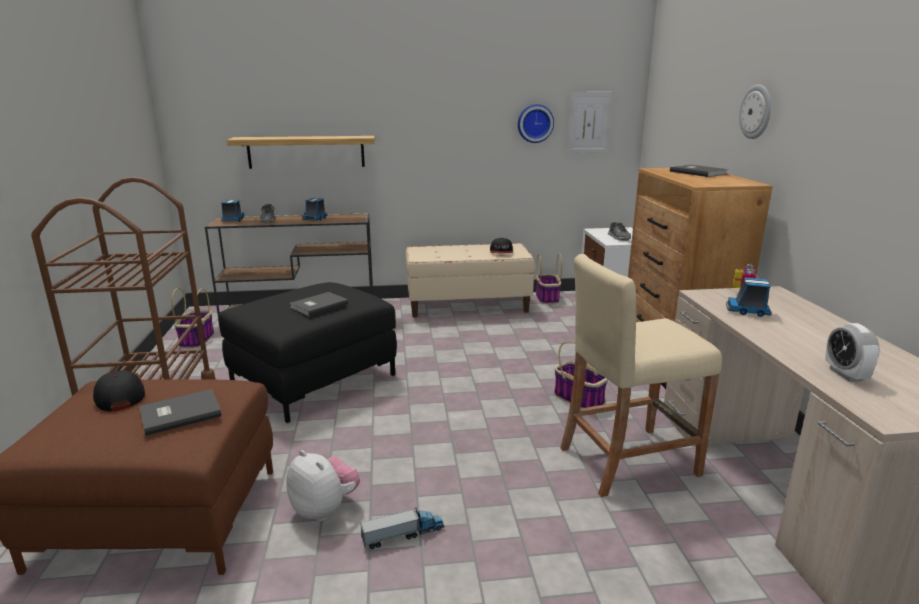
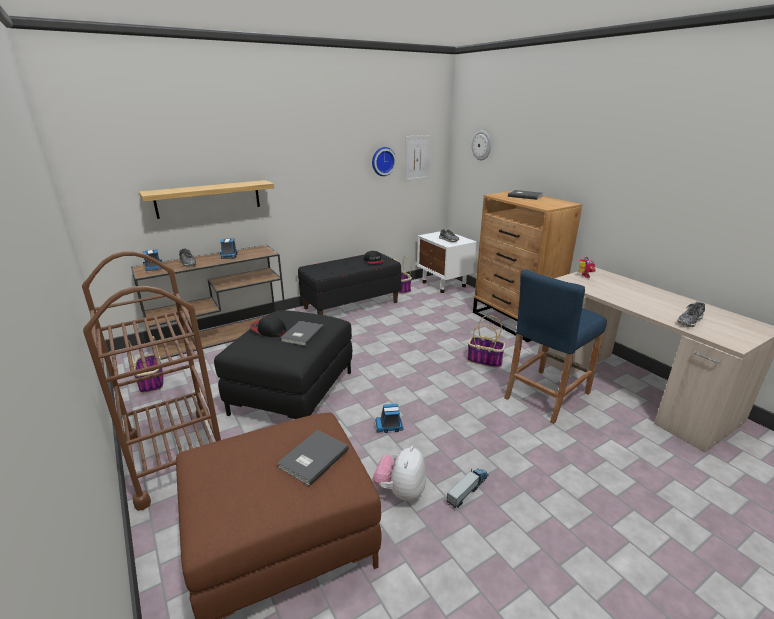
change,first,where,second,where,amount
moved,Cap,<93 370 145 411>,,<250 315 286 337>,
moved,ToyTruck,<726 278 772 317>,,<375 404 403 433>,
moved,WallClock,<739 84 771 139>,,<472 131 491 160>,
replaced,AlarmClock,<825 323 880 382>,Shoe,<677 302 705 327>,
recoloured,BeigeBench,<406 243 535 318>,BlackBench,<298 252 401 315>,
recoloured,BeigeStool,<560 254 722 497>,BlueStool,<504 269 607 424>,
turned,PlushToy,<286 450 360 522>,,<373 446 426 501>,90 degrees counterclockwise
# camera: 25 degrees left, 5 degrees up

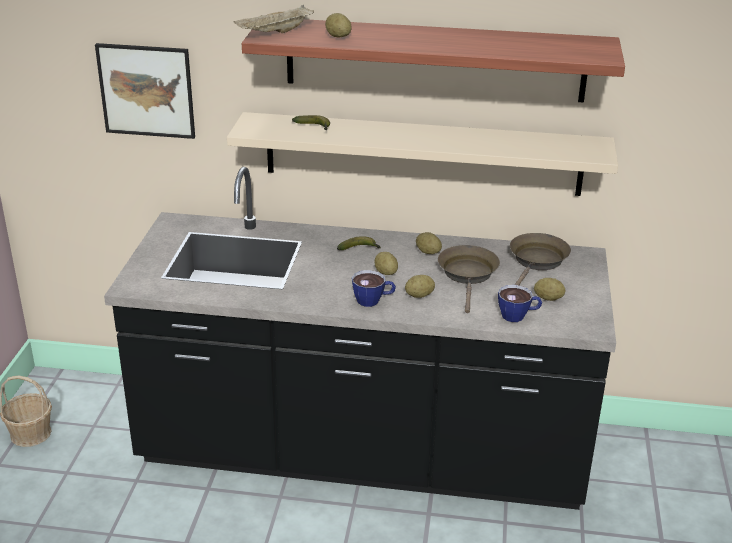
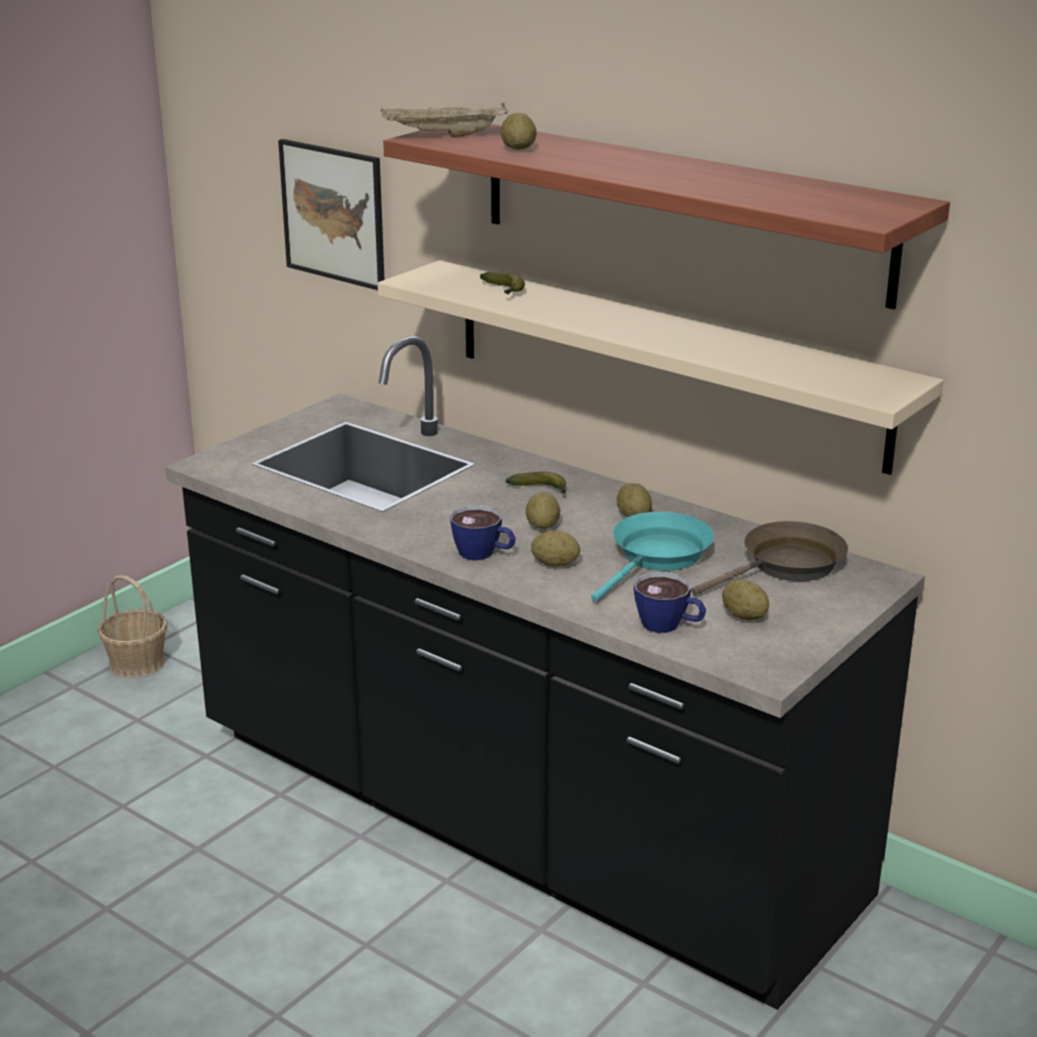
change,first,where,second,where,amount
recoloured,BrownFryingPan,<438 245 500 313>,TurquoiseFryingPan,<591 512 714 602>,
# camera: 30 degrees right, 5 degrees down

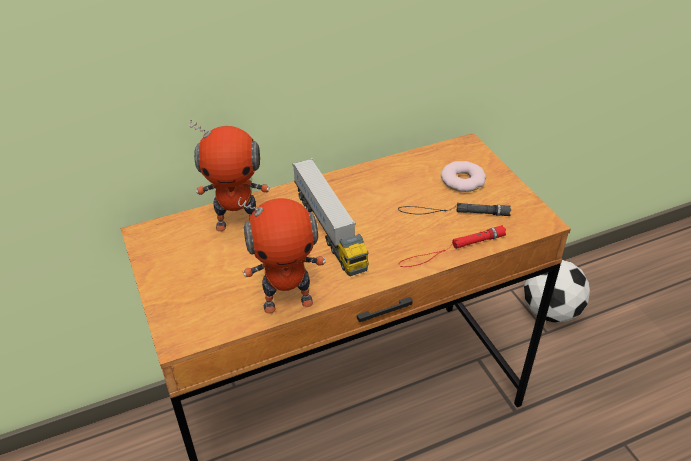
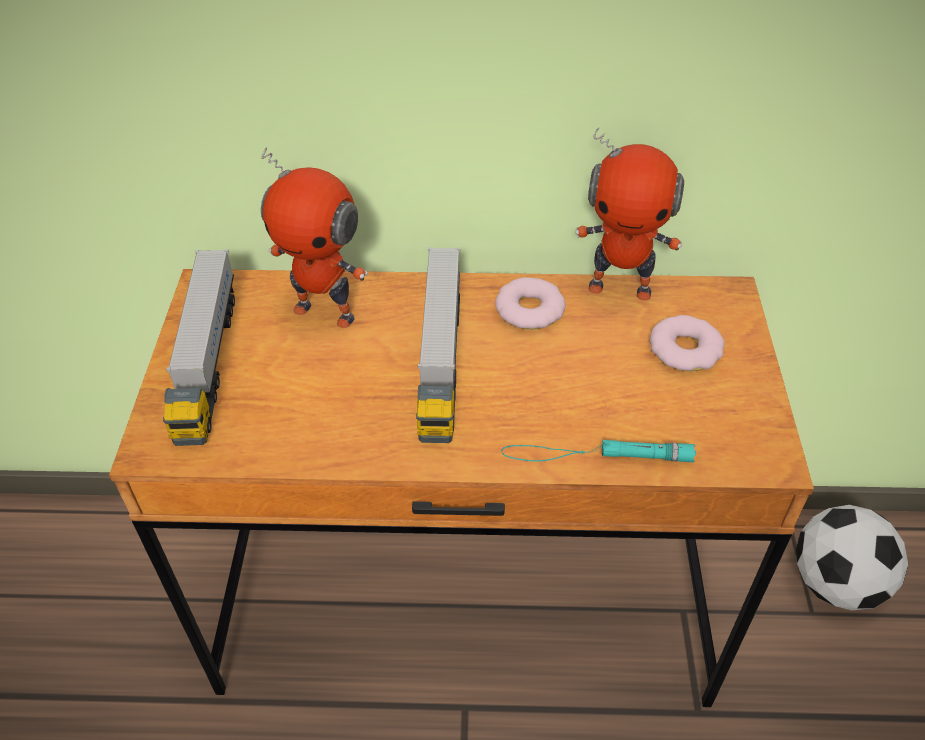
change,first,where,second,where,amount
removed,BlackFlashlight,<398 203 511 216>,,,
added,,,ToyTruck,<163 249 235 446>,
added,,,Donut,<495 277 565 330>,
moved,ToyRobot,<238 197 326 314>,,<576 128 684 301>,
recoloured,RedFlashlight,<399 225 506 267>,TurquoiseFlashlight,<501 440 696 462>,
# camera: 25 degrees right, 5 degrees up

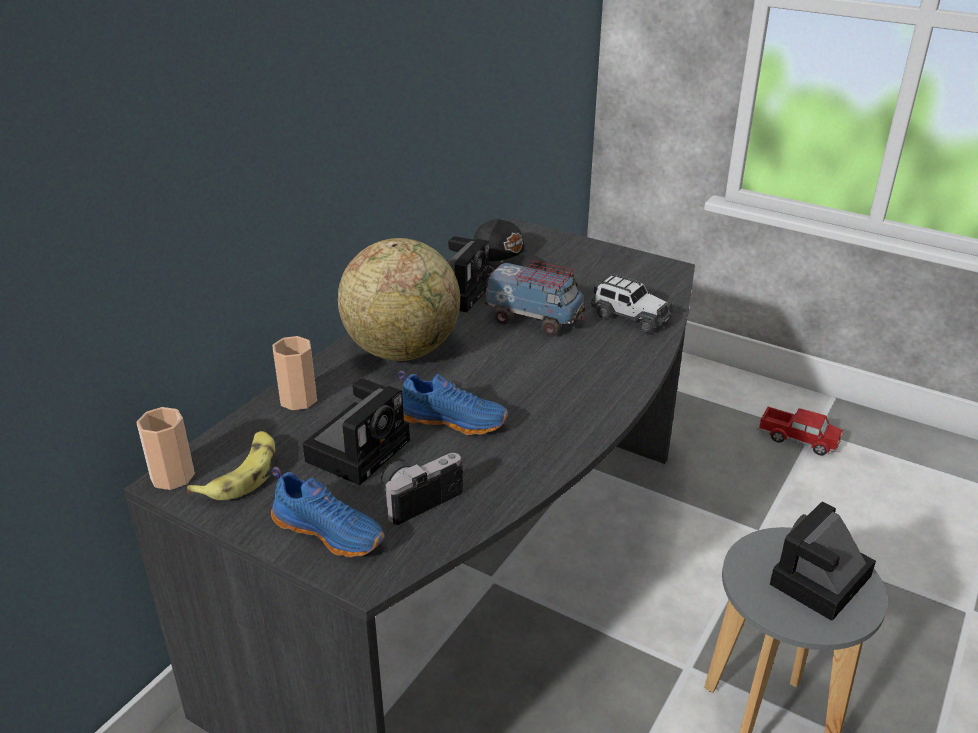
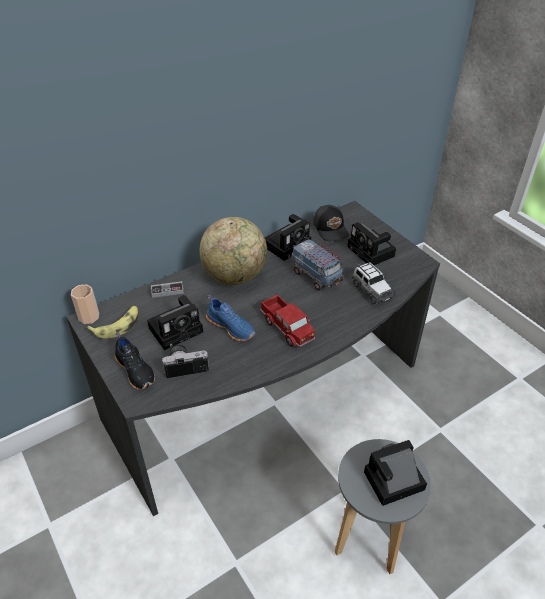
change,first,where,second,where,amount
added,,,PhotoCamera,<347 222 396 265>,
moved,ToyTruck,<758 407 842 456>,,<260 294 315 347>,
replaced,Cup,<272 336 317 410>,GameController,<151 281 184 298>,
recoloured,BlueShoe,<271 467 385 557>,BlackShoe,<115 332 155 390>,
# camera: 25 degrees right, 10 degrees up

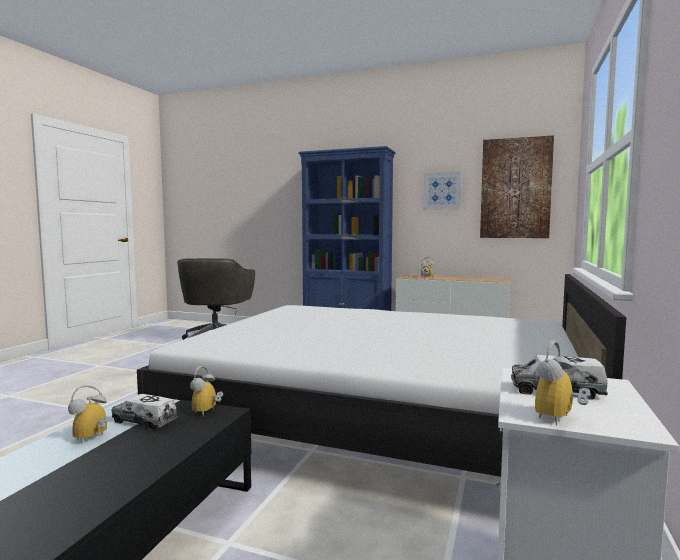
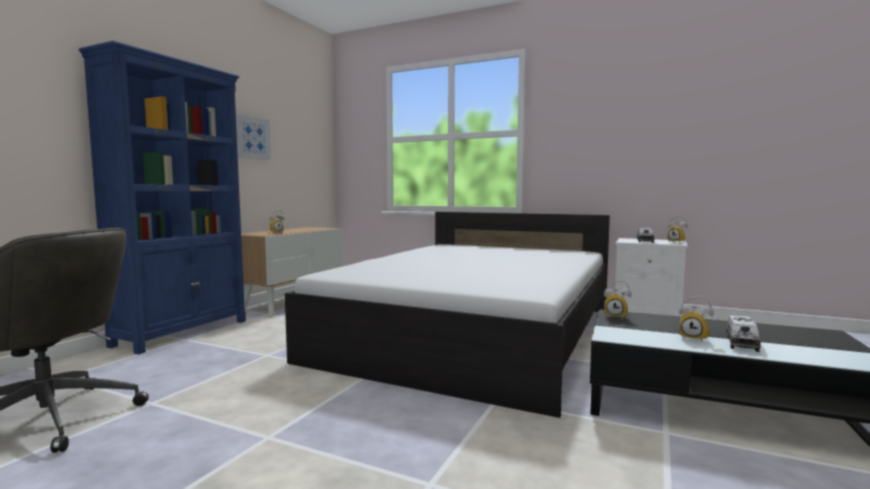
change,first,where,second,where,amount
removed,Picture,<480 135 554 238>,,,
moved,ToyTruck,<112 394 177 430>,,<726 315 761 352>,
# camera: 85 degrees left, 0 degrees up

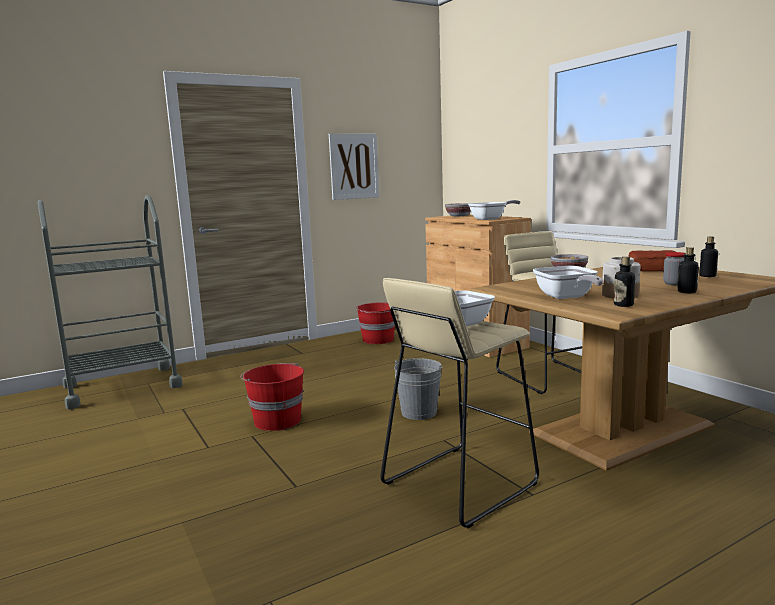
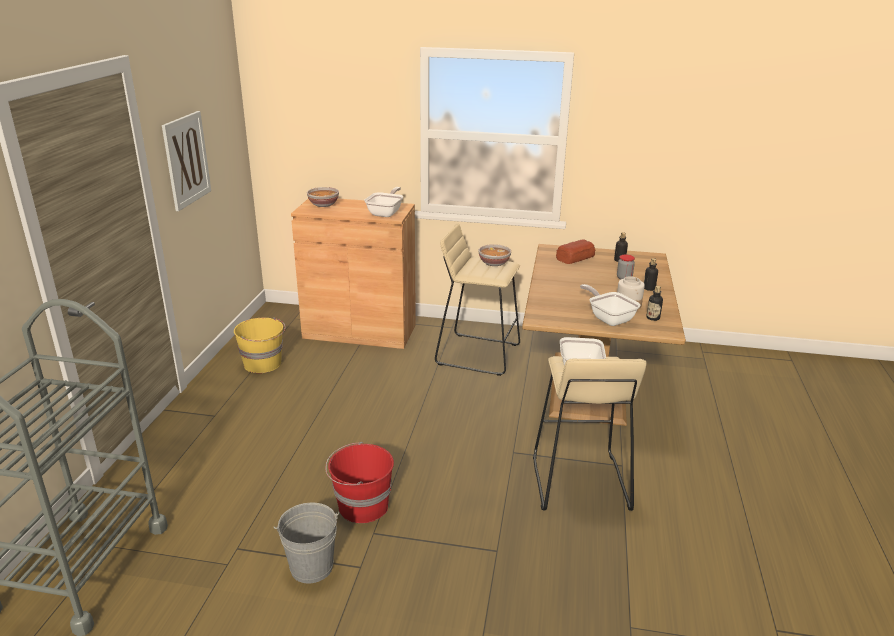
change,first,where,second,where,amount
moved,GreyBucket,<394 358 444 420>,,<274 503 339 583>,
recoloured,RedBucket,<356 302 395 344>,YellowBucket,<234 317 285 373>,
turned,FryingPan,<533 266 603 299>,,<580 284 640 326>,150 degrees counterclockwise
# camera: 50 degrees left, 15 degrees up

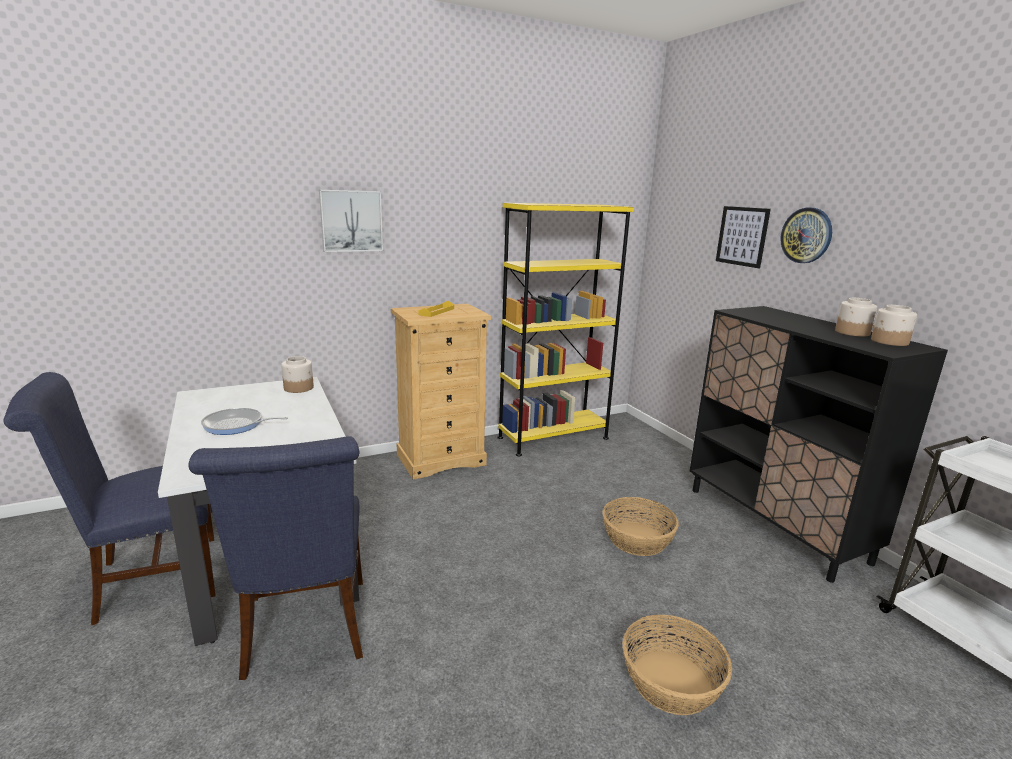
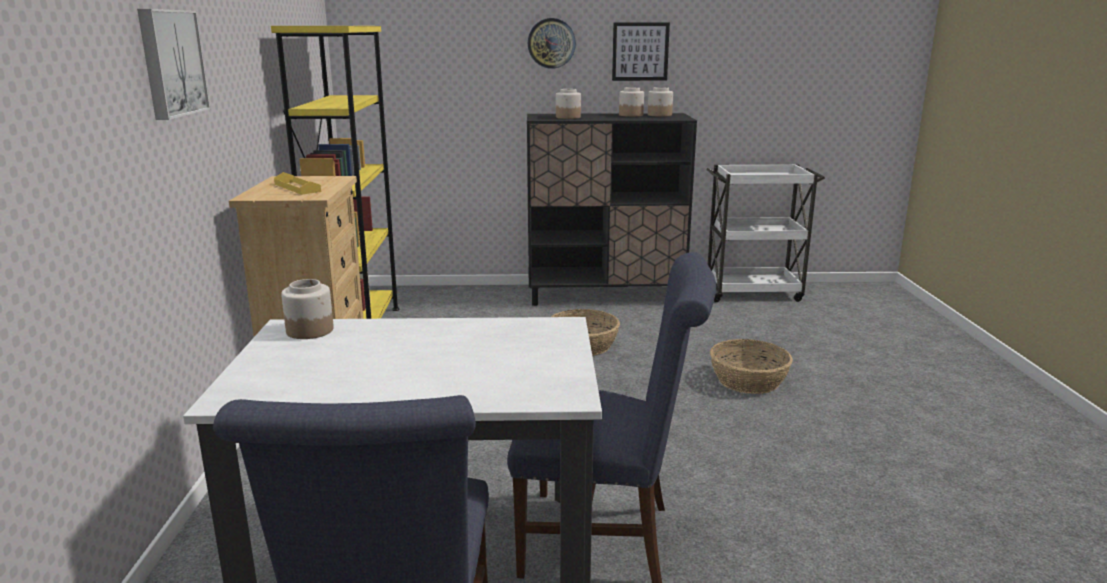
change,first,where,second,where,amount
removed,FryingPan,<201 408 288 435>,,,
added,,,Jar,<556 89 581 119>,
moved,Picture,<716 206 771 268>,,<612 22 670 81>,
# camera: 65 degrees left, 0 degrees up

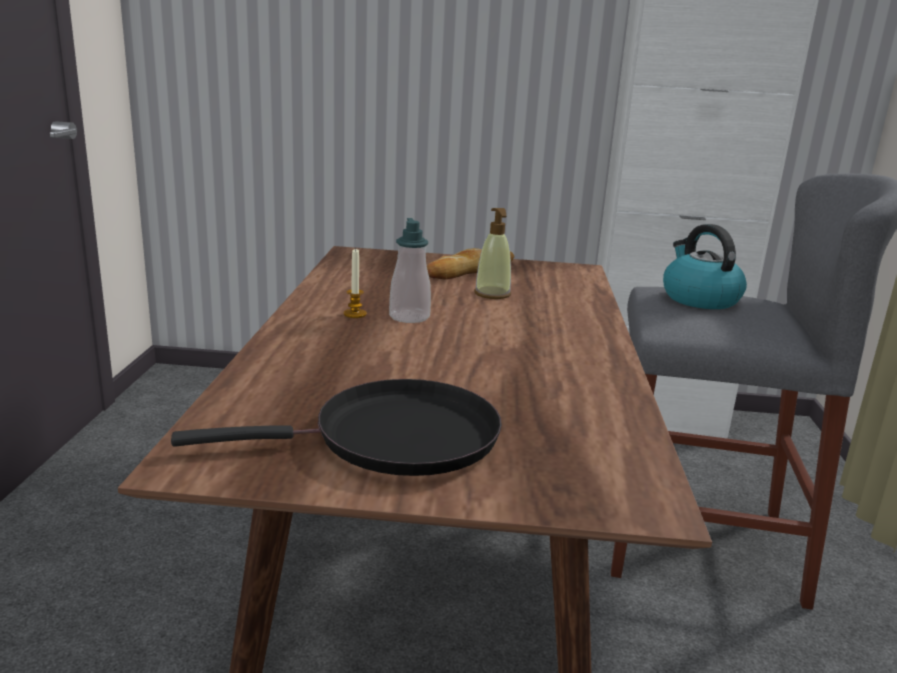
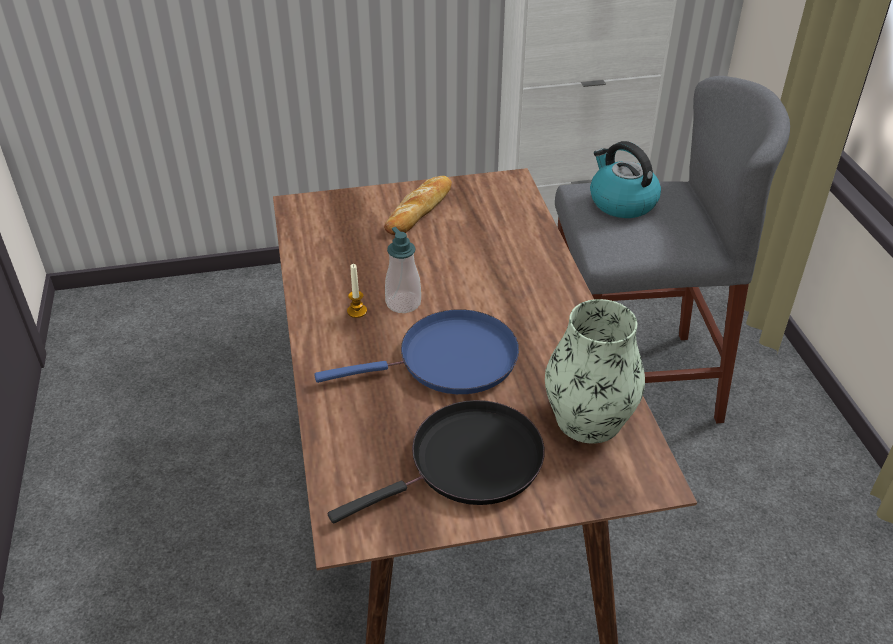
change,first,where,second,where,amount
removed,SoapDispenser,<474 208 511 299>,,,
added,,,BlueFryingPan,<314 309 519 394>,
added,,,Vase,<545 299 645 444>,
# camera: 15 degrees left, 20 degrees up

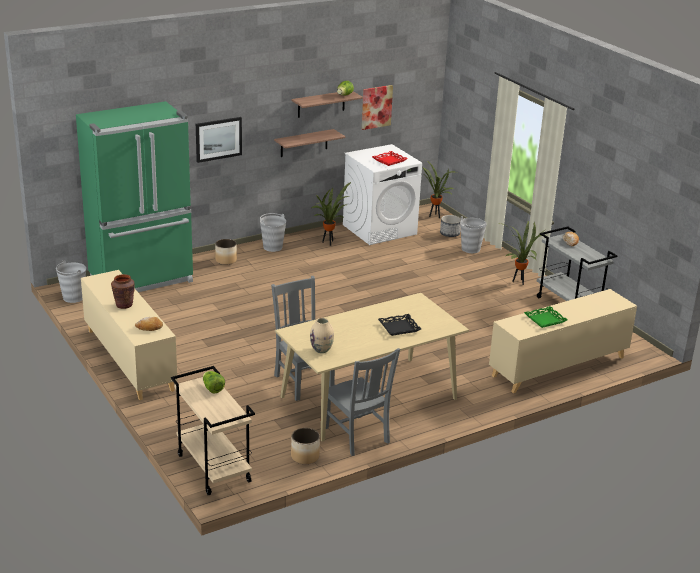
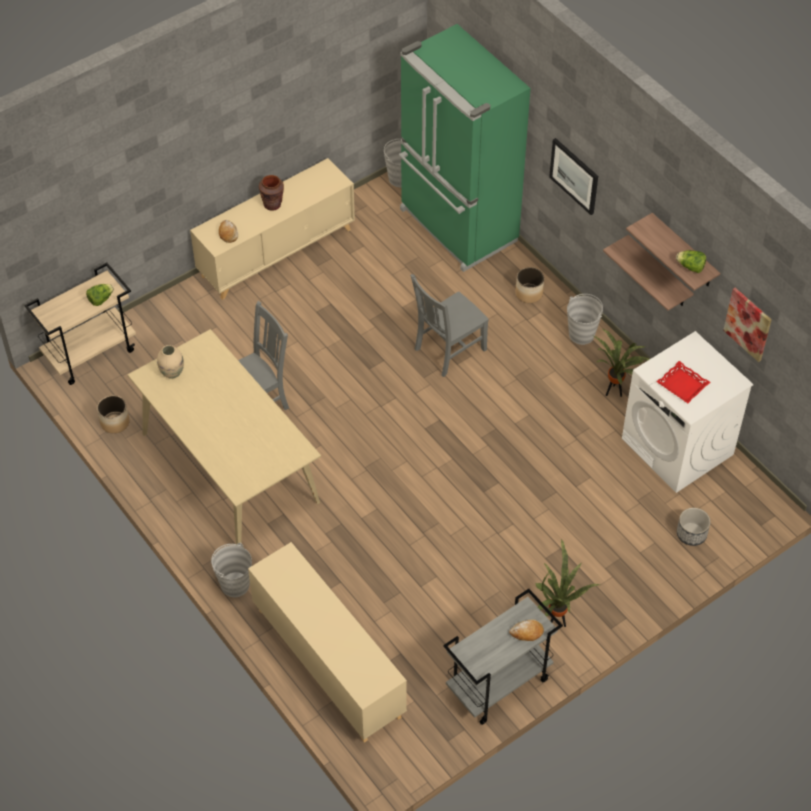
change,first,where,second,where,amount
removed,BlackTray,<378 314 421 336>,,,
removed,PottedPlant,<422 162 455 218>,,,
removed,GreenTray,<524 306 568 328>,,,
moved,GreyChair,<326 348 400 456>,,<410 274 489 377>,
moved,GreyBucket,<460 216 487 253>,,<211 543 252 597>,
# camera: 85 degrees right, 25 degrees up

